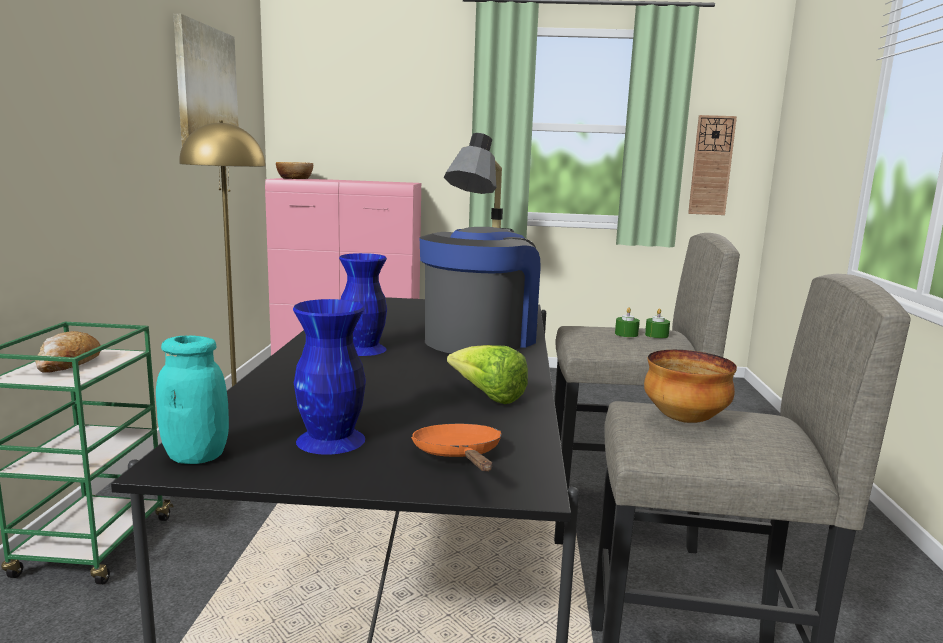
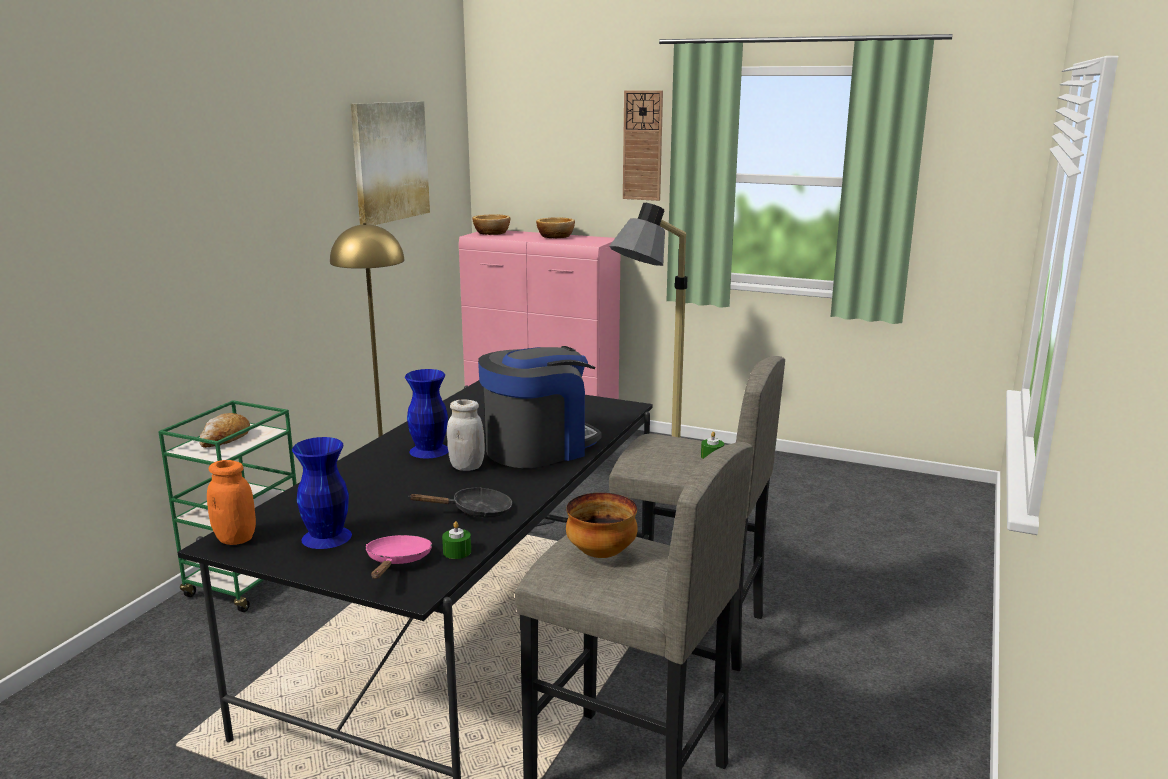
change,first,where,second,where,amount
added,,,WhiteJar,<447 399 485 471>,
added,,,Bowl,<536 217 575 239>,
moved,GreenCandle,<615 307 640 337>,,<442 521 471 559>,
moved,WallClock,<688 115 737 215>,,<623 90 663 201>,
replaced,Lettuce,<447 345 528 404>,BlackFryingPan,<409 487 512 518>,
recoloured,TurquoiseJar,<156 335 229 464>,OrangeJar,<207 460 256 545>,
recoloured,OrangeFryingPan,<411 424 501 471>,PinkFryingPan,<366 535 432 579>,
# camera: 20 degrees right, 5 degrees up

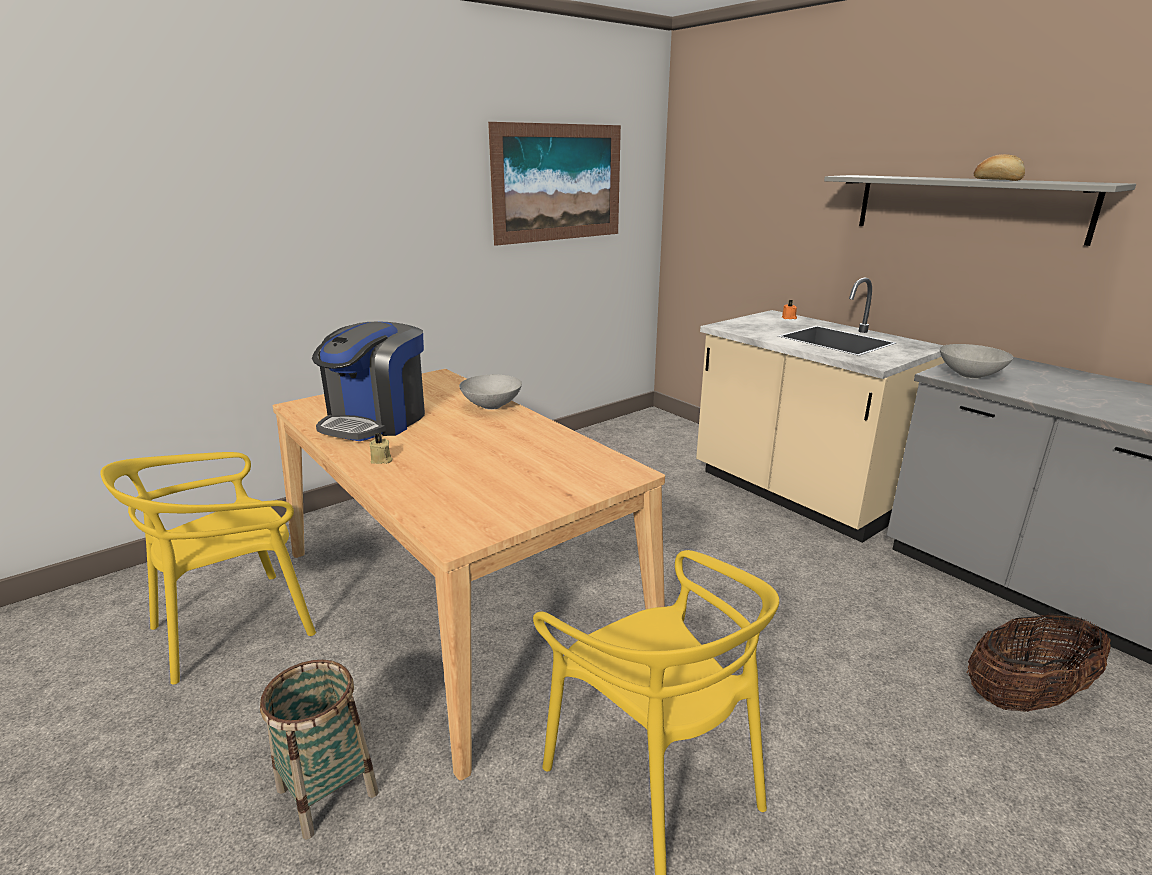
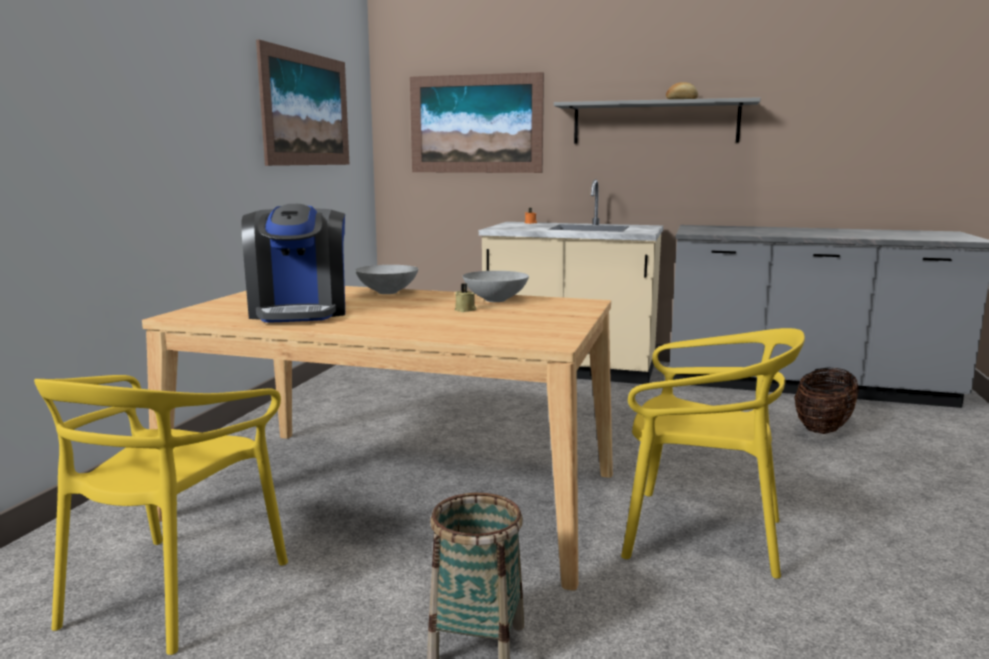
change,first,where,second,where,amount
added,,,Picture,<410 72 544 173>,
moved,BeigeCandle,<370 433 392 464>,,<455 283 476 312>,
moved,GreyBowl,<940 344 1013 379>,,<463 271 529 302>,
# camera: 35 degrees left, 10 degrees down

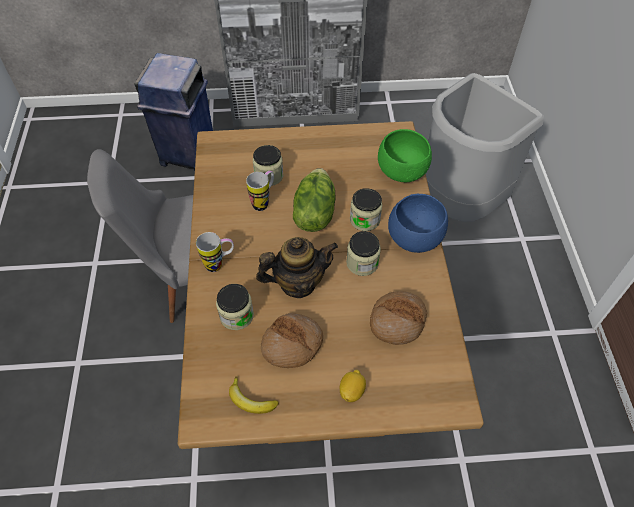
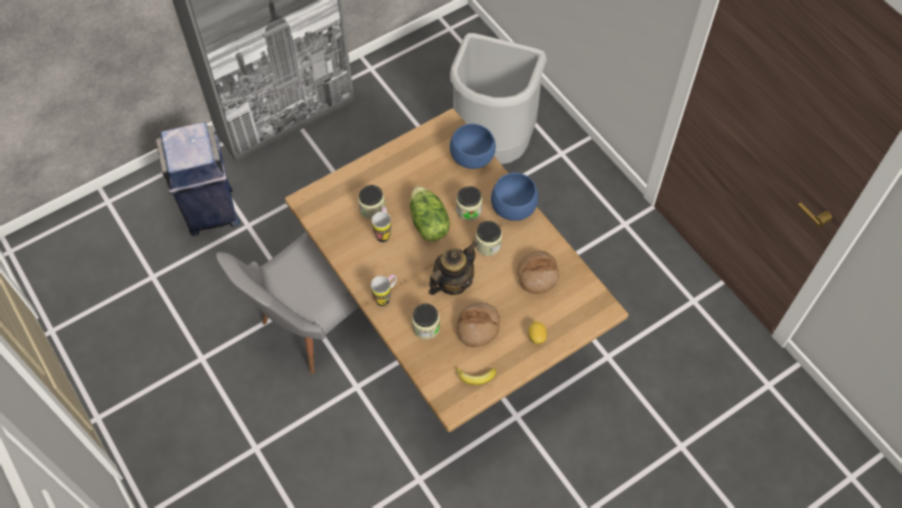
change,first,where,second,where,amount
recoloured,GreenBowl,<378 129 432 182>,BlueBowl,<450 124 496 169>,
# camera: 30 degrees left, 5 degrees up

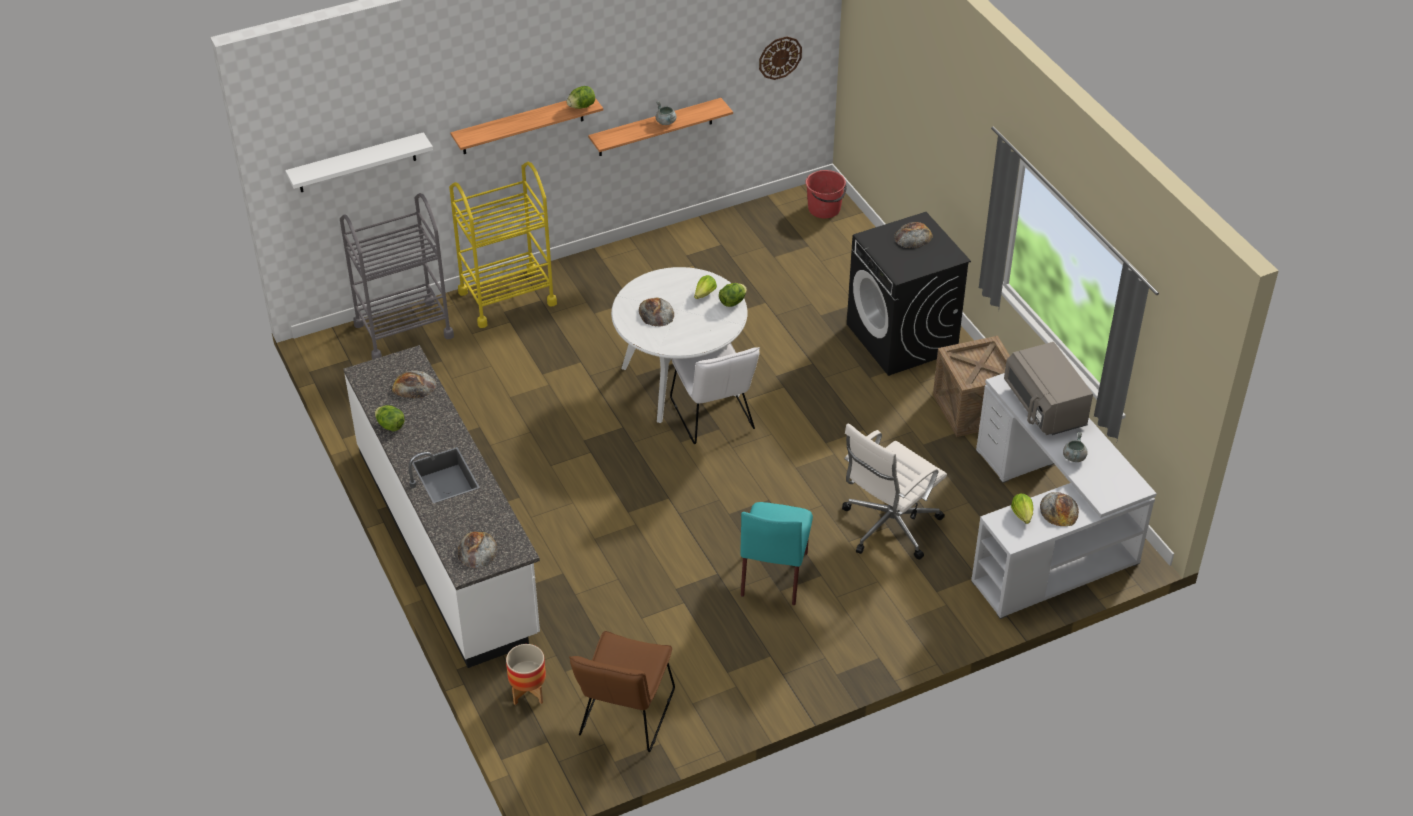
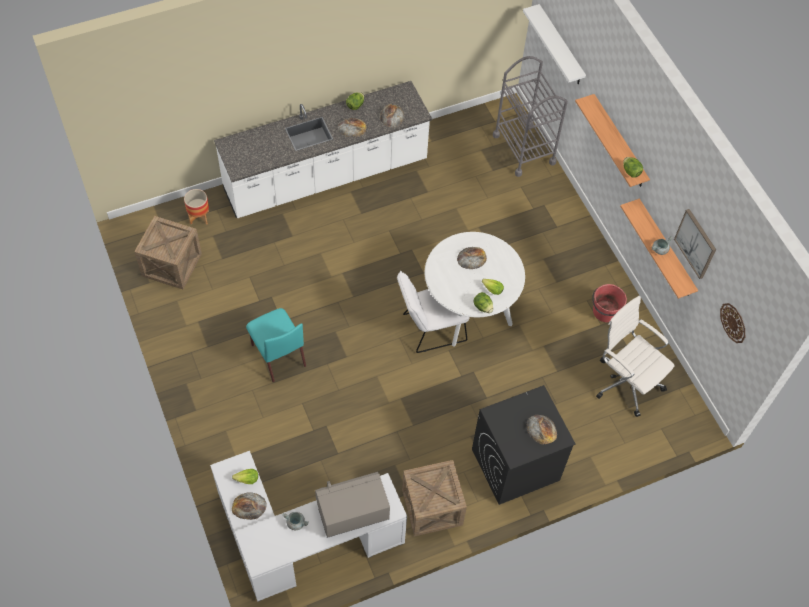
change,first,where,second,where,amount
removed,YellowCart,<449 162 557 328>,,,
added,,,Picture,<674 209 716 279>,
moved,Bread,<458 532 498 569>,,<337 117 366 138>,
moved,RedBucket,<805 170 847 218>,,<592 284 627 322>,
moved,WhiteOfficeChair,<842 423 947 559>,,<596 296 674 417>,
replaced,BrownChair,<569 631 675 752>,Crate,<134 216 202 289>,
turned,TurquoiseChair,<740 502 813 605>,,<246 308 306 382>,135 degrees counterclockwise
# camera: 90 degrees right, 15 degrees up

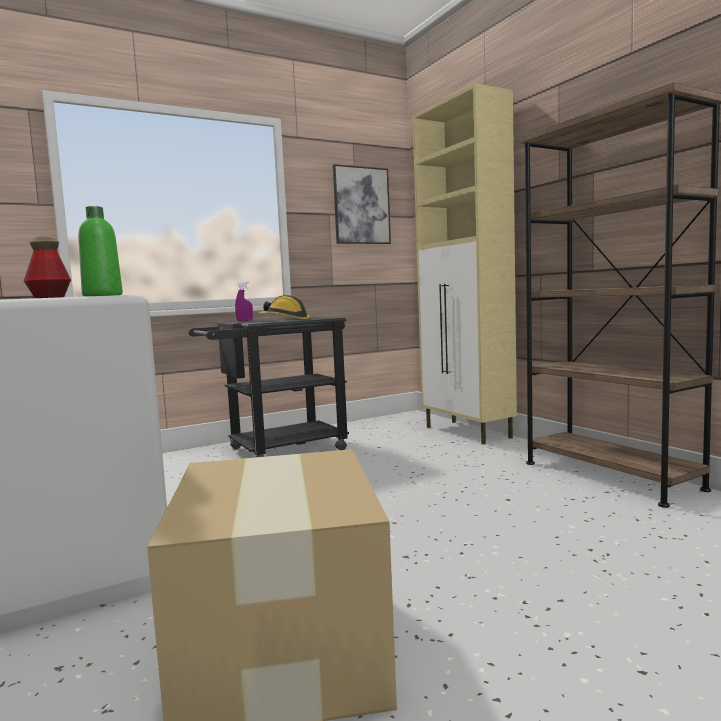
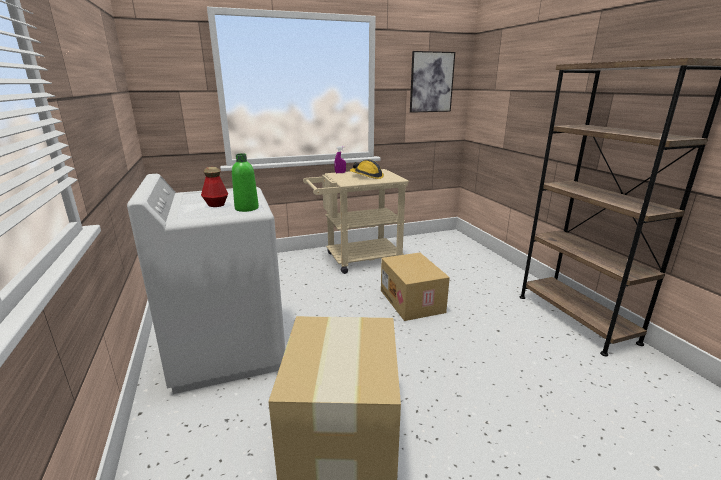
change,first,where,second,where,amount
removed,BeigeCabinet,<412 83 517 445>,,,
added,,,CardboardBox,<381 253 450 321>,
recoloured,BlackCart,<188 317 349 457>,BeigeCart,<303 169 409 274>,
# camera: 10 degrees right, 15 degrees up

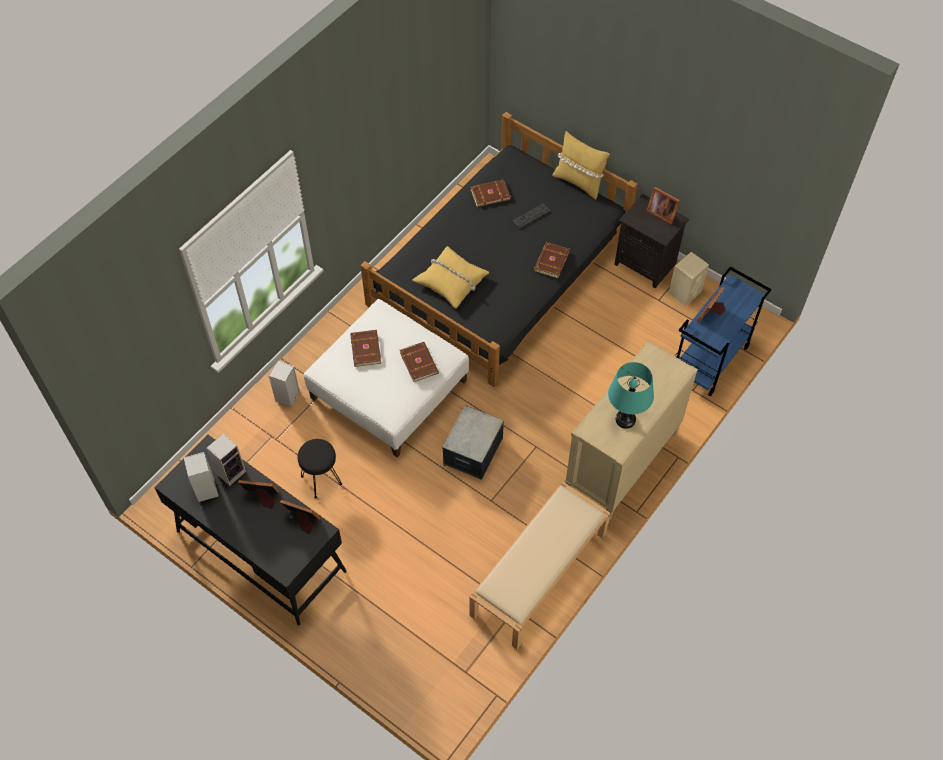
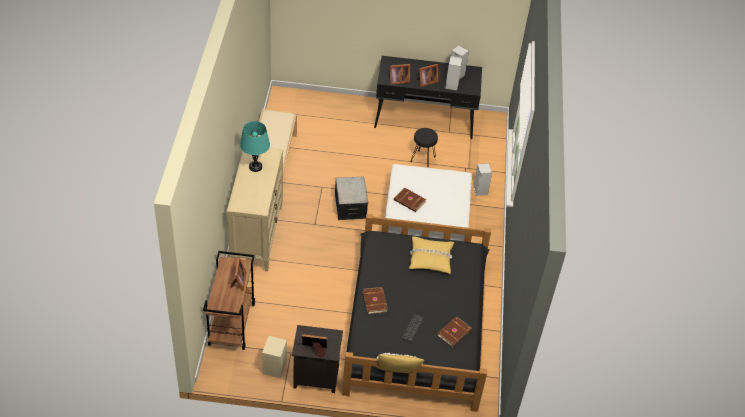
change,first,where,second,where,amount
removed,BrownBook,<350 330 381 367>,,,
recoloured,BlueCart,<675 266 772 397>,BrownCart,<203 251 255 350>,
# camera: 145 degrees right, 10 degrees down

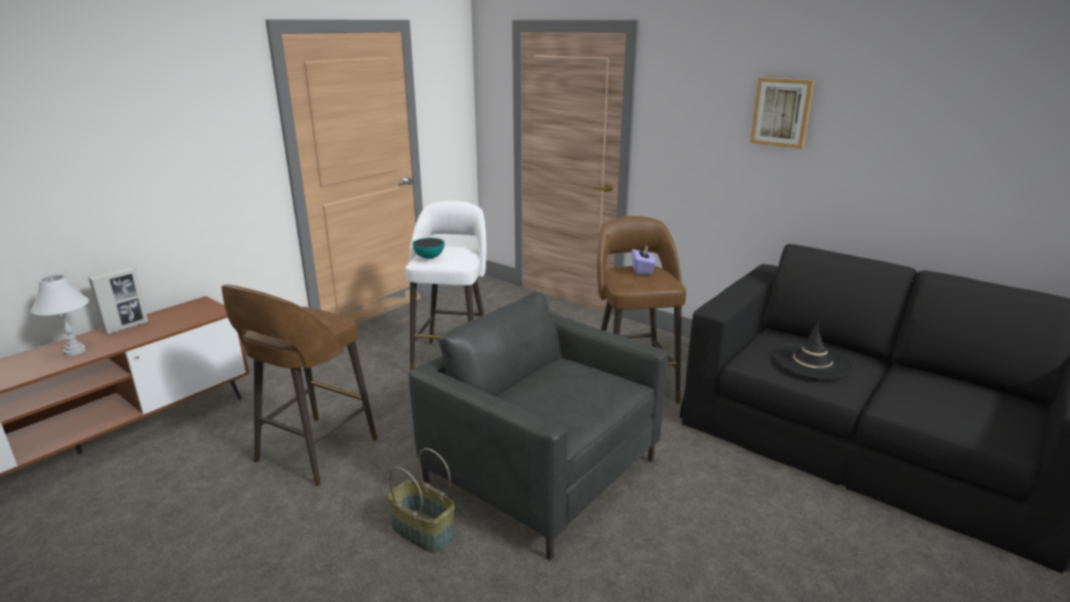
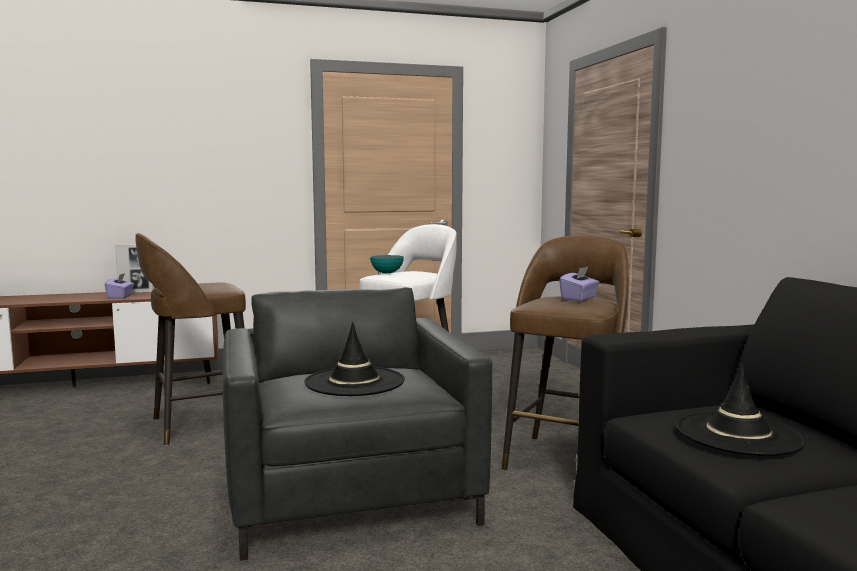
change,first,where,second,where,amount
removed,WhiteTableLamp,<30 275 89 356>,,,
removed,Basket,<387 448 455 553>,,,
removed,Picture,<750 77 814 149>,,,
added,,,PurpleTissueBox,<105 273 134 299>,
added,,,BlackHat,<305 322 405 396>,
# camera: 35 degrees right, 15 degrees down

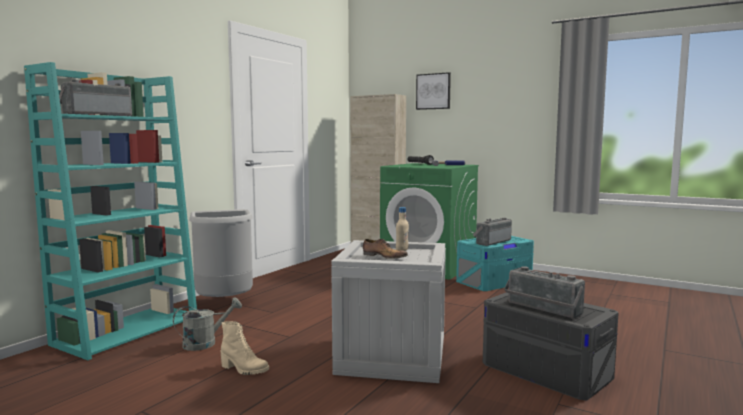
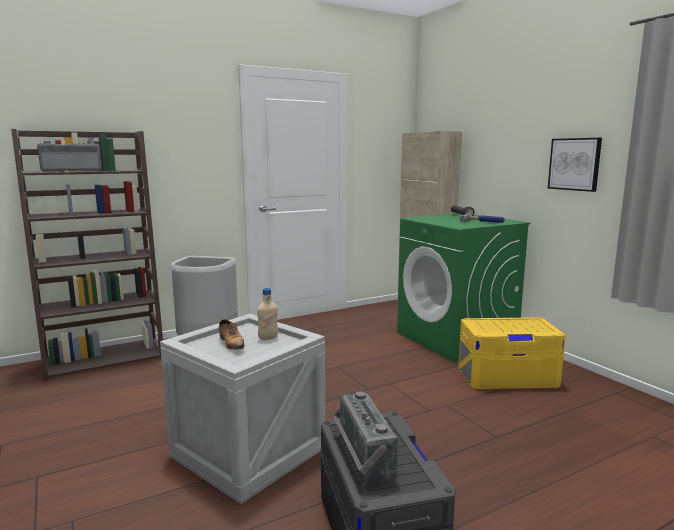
change,first,where,second,where,amount
removed,GreyWateringCan,<173 297 242 351>,,,
removed,BeigeBoot,<221 321 269 375>,,,
removed,Radio,<473 218 512 246>,,,
moved,Picture,<416 72 451 110>,,<548 138 602 192>,
recoloured,TurquoiseBookcase,<24 62 197 360>,BrownBookcase,<11 129 163 382>,
recoloured,TurquoiseStorageBox,<456 236 534 291>,YellowStorageBox,<458 317 566 389>,
# camera: 30 degrees right, 5 degrees up

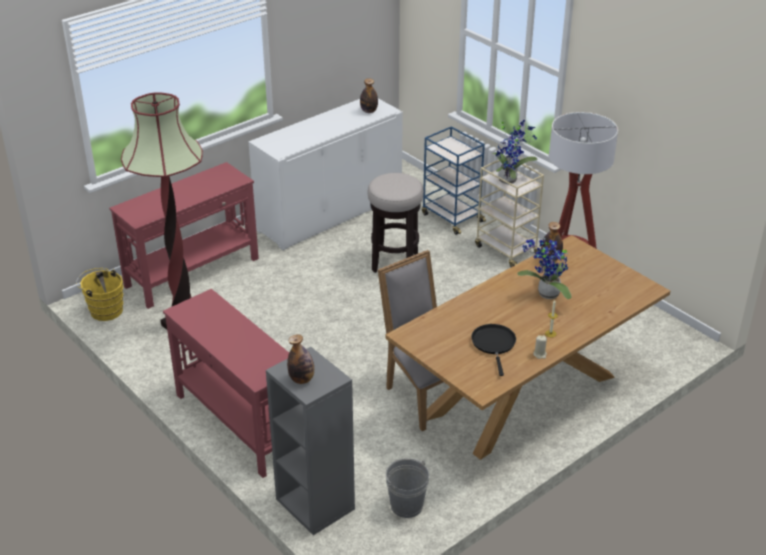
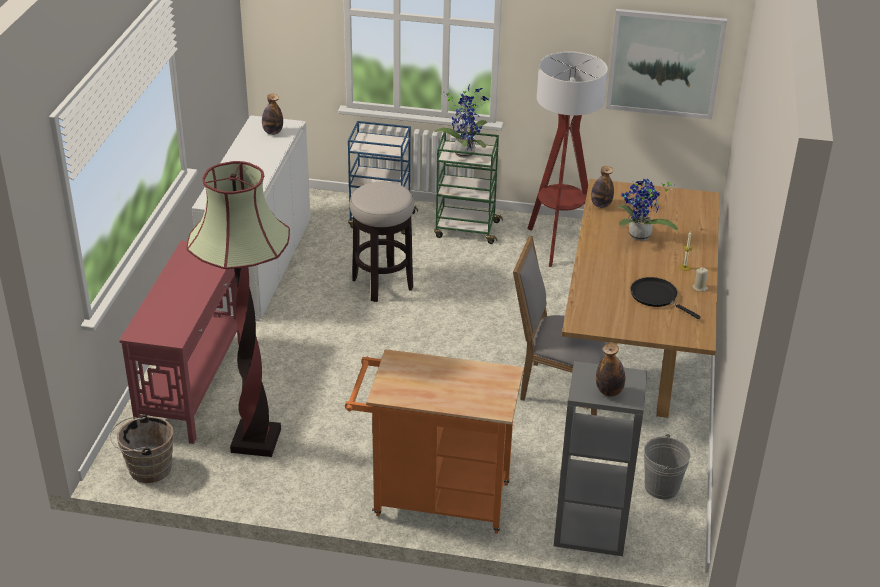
change,first,where,second,where,amount
added,,,Picture,<606 9 727 120>,
replaced,RedConsoleTable,<163 289 289 478>,OrangeCart,<345 349 524 534>,
recoloured,YellowBucket,<76 268 123 321>,BrownBucket,<110 414 174 483>,
recoloured,BeigeCart,<475 156 544 267>,GreenCart,<434 131 503 244>,
# camera: 40 degrees left, 0 degrees up

